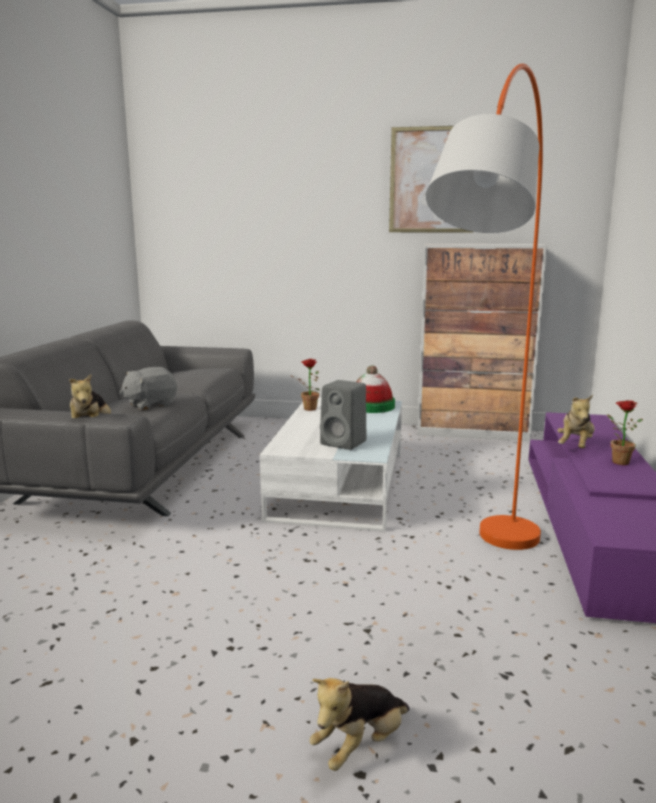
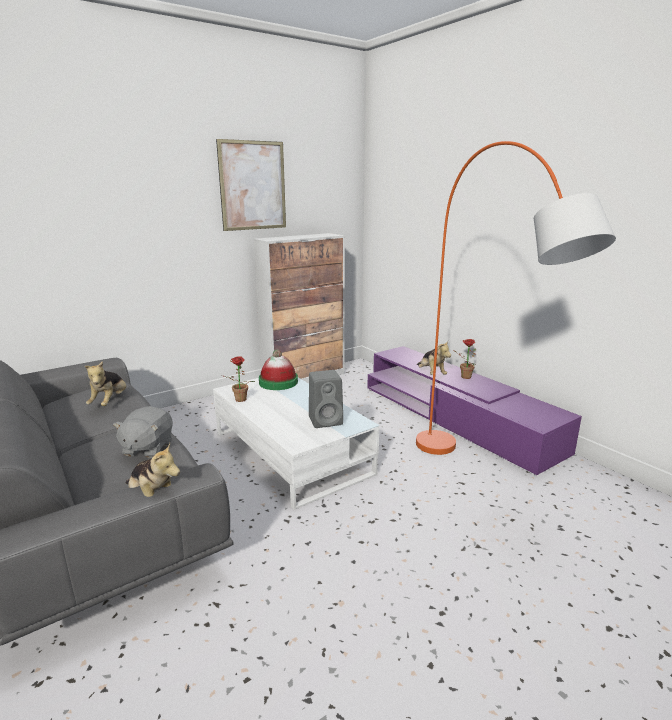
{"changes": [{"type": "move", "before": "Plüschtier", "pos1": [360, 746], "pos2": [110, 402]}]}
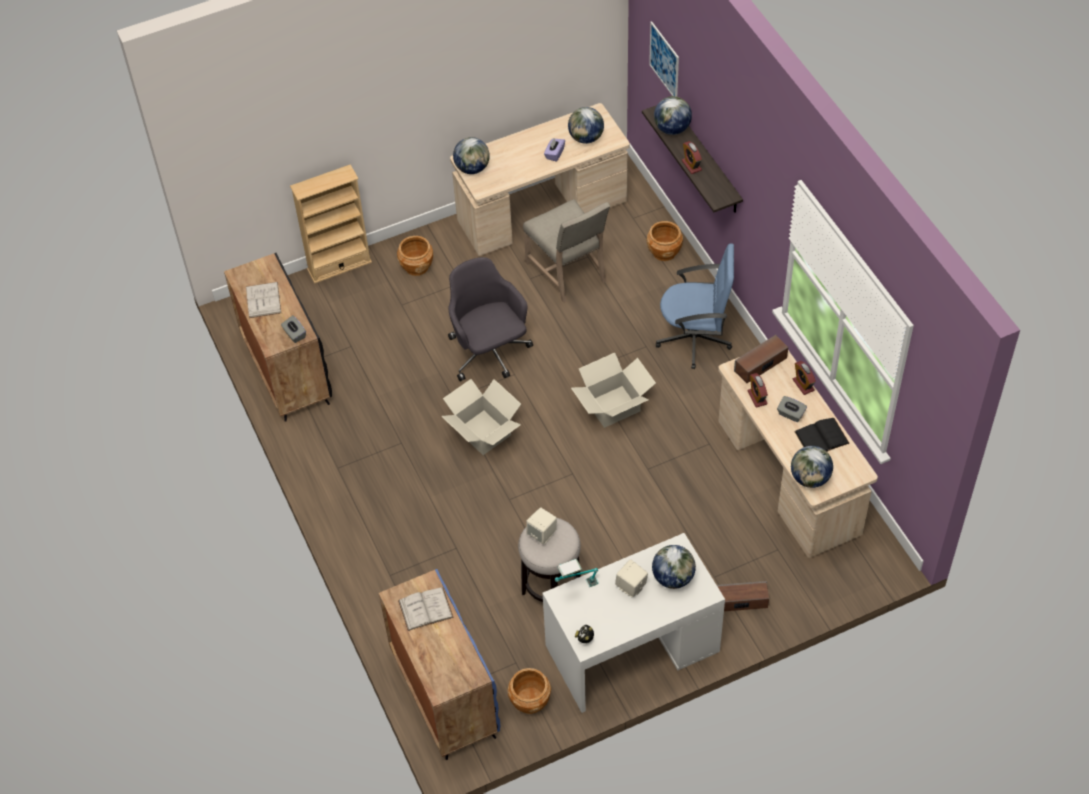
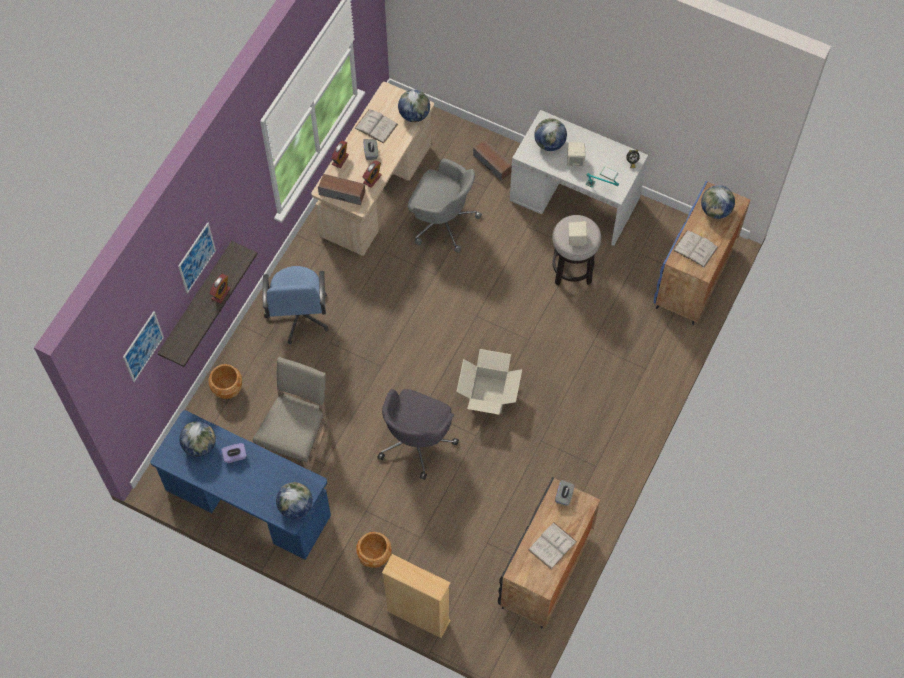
{"changes": [{"type": "delete", "before": "Pflanzkübel/braun", "pos1": [530, 701]}, {"type": "delete", "before": "Karton", "pos1": [613, 407]}, {"type": "insert", "after": "Bild", "pos2": [196, 257]}, {"type": "insert", "after": "Bürostuhl/grau", "pos2": [442, 221]}, {"type": "move", "before": "Globus", "pos1": [672, 129], "pos2": [715, 210]}, {"type": "recolor", "before": "Schreibtisch/beige", "after": "Schreibtisch/blau", "pos1": [542, 212], "pos2": [248, 504]}, {"type": "recolor", "before": "Buch/schwarz", "after": "Buch/weiß", "pos1": [821, 437], "pos2": [376, 126]}, {"type": "rotate", "before": "Bürostuhl/blau", "pos1": [695, 339], "pos2": [298, 316], "turn": -150}]}
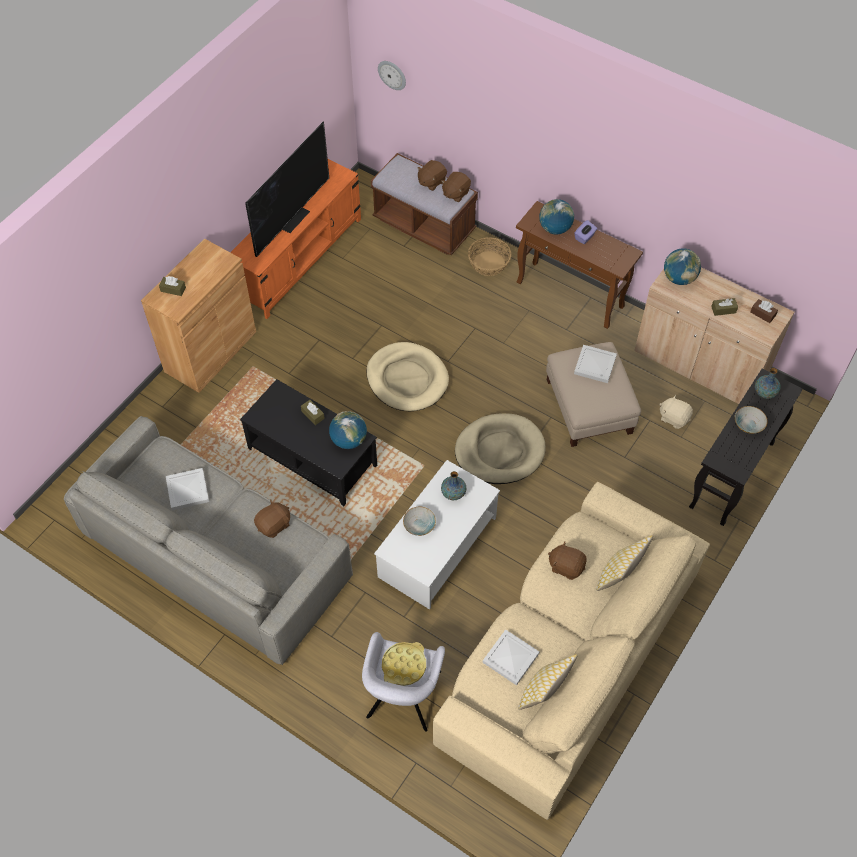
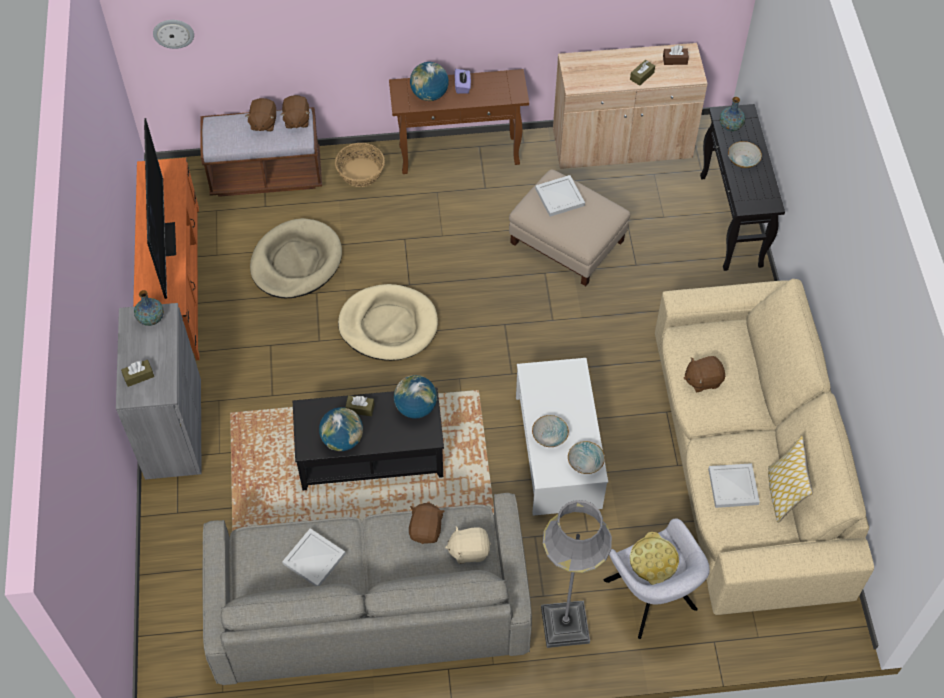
{"changes": [{"type": "delete", "before": "Kissen", "pos1": [619, 575]}, {"type": "insert", "after": "Stehlampe/grau", "pos2": [564, 625]}, {"type": "insert", "after": "Schüssel", "pos2": [586, 463]}, {"type": "move", "before": "Vase", "pos1": [453, 493], "pos2": [151, 318]}, {"type": "move", "before": "Hundebett/beige", "pos1": [499, 451], "pos2": [296, 262]}, {"type": "move", "before": "Plüschtier/beige", "pos1": [674, 418], "pos2": [469, 550]}, {"type": "move", "before": "Globus", "pos1": [679, 278], "pos2": [342, 440]}, {"type": "recolor", "before": "Schrank/braun", "after": "Schrank/grau", "pos1": [210, 351], "pos2": [173, 428]}]}
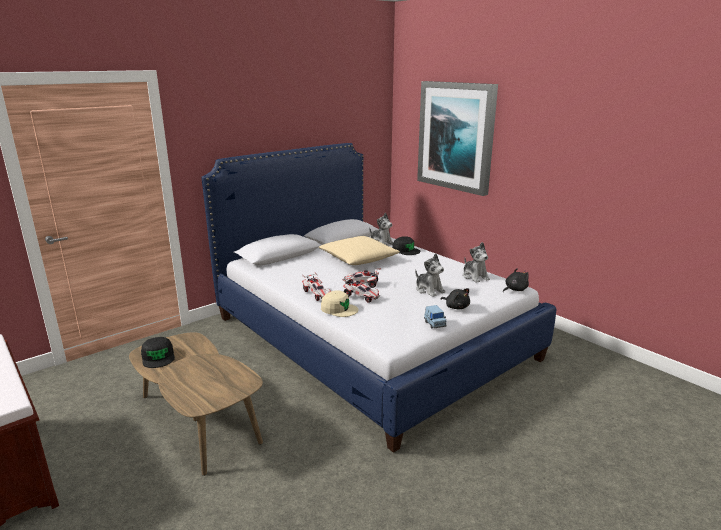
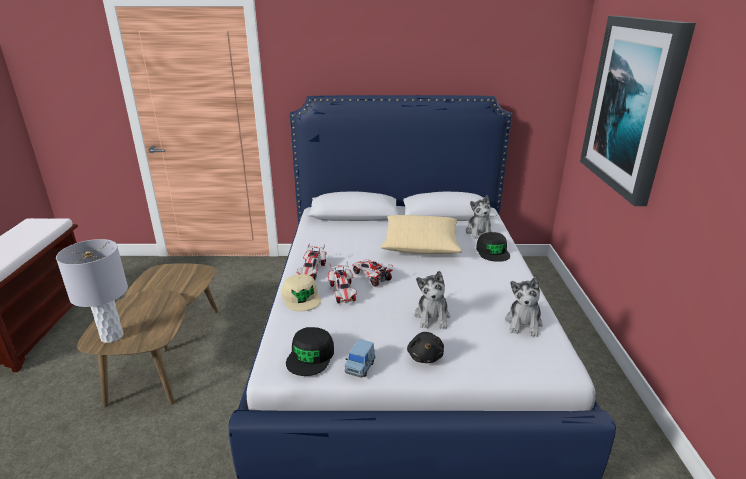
{"changes": [{"type": "delete", "before": "Plüschtier/schwarz", "pos1": [514, 289]}, {"type": "insert", "after": "Tischlampe/grau", "pos2": [111, 336]}, {"type": "move", "before": "Kappe/schwarz", "pos1": [158, 357], "pos2": [311, 356]}]}
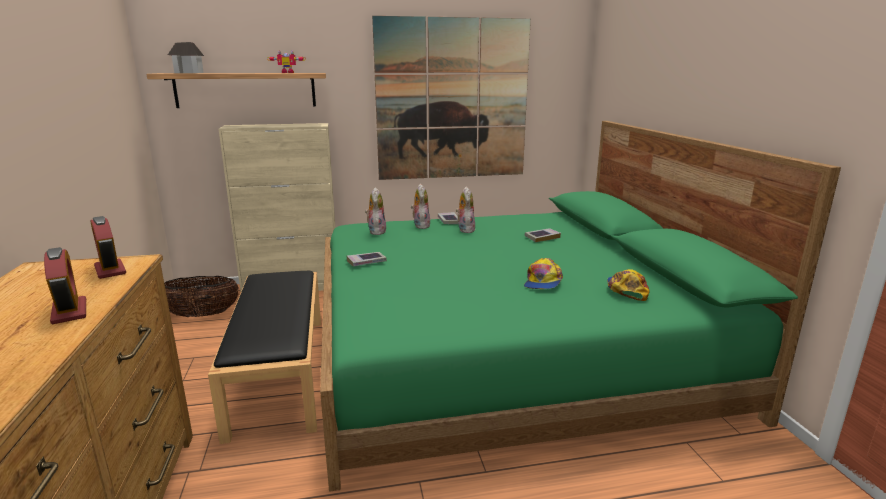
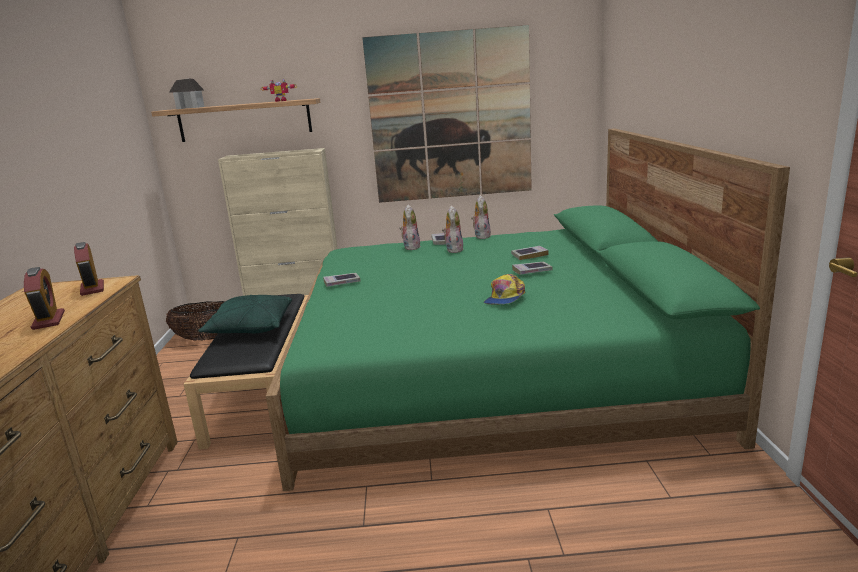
{"changes": [{"type": "delete", "before": "Kappe", "pos1": [626, 290]}, {"type": "insert", "after": "Kissen/grün", "pos2": [250, 328]}, {"type": "insert", "after": "Buch", "pos2": [532, 271]}, {"type": "move", "before": "Plüschtier", "pos1": [376, 231], "pos2": [481, 236]}]}
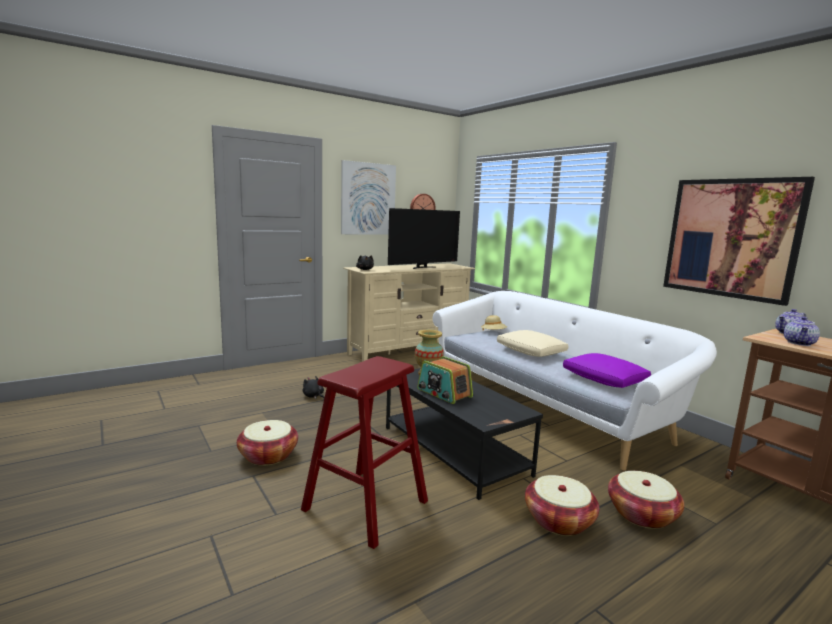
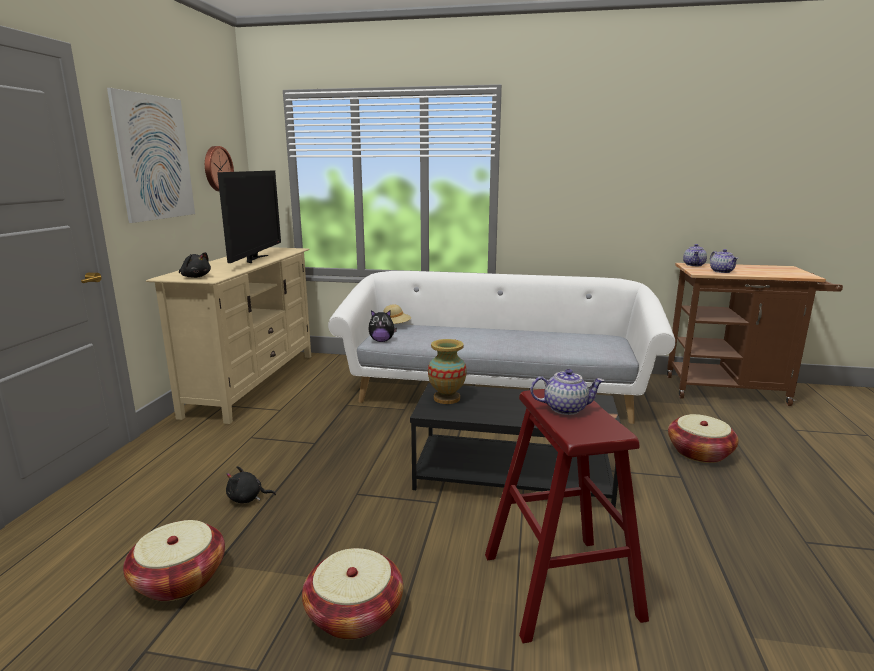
{"changes": [{"type": "delete", "before": "Radio", "pos1": [444, 393]}, {"type": "delete", "before": "Kissen/beige", "pos1": [531, 352]}, {"type": "delete", "before": "Kissen/lila", "pos1": [605, 380]}, {"type": "delete", "before": "Bild", "pos1": [731, 238]}, {"type": "insert", "after": "Plüschtier", "pos2": [382, 341]}, {"type": "insert", "after": "Teekanne", "pos2": [565, 408]}, {"type": "move", "before": "Korb", "pos1": [559, 521], "pos2": [180, 579]}]}
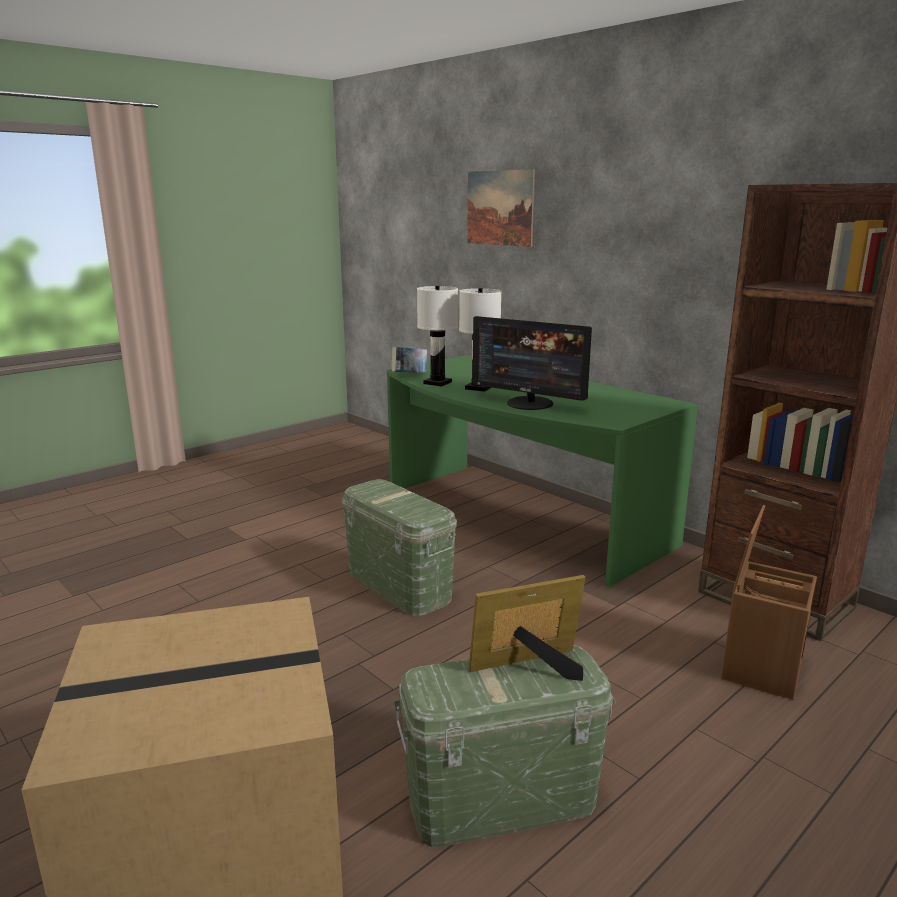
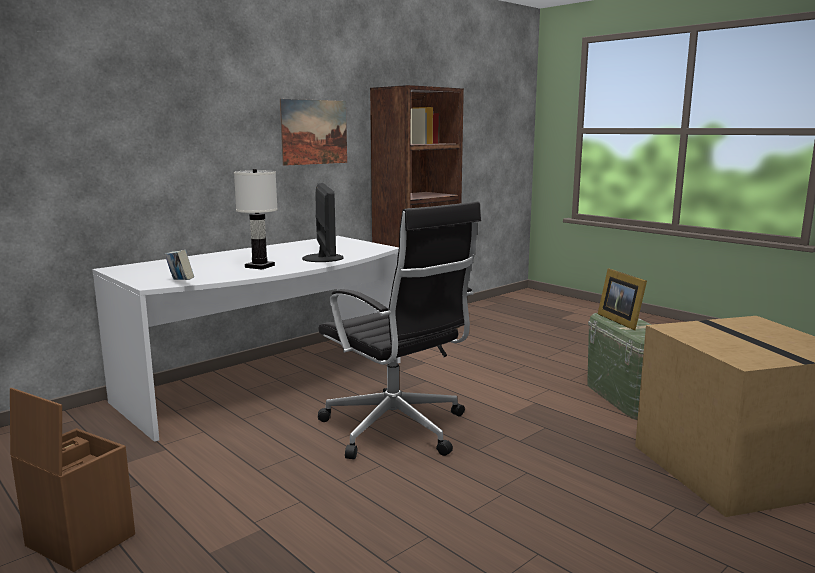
{"changes": [{"type": "delete", "before": "Tischlampe/weiß", "pos1": [438, 383]}, {"type": "move", "before": "Bild", "pos1": [500, 208], "pos2": [314, 132]}, {"type": "move", "before": "Aufbewahrungsbox/braun", "pos1": [760, 667], "pos2": [78, 540]}, {"type": "replace", "before": "Aufbewahrungsbox/grün", "after": "Bürostuhl/schwarz", "pos1": [398, 586], "pos2": [397, 430]}, {"type": "recolor", "before": "Schreibtisch/grün", "after": "Schreibtisch/weiß", "pos1": [517, 518], "pos2": [270, 383]}, {"type": "rotate", "before": "Monitor", "pos1": [529, 403], "pos2": [323, 258], "turn": -45}]}
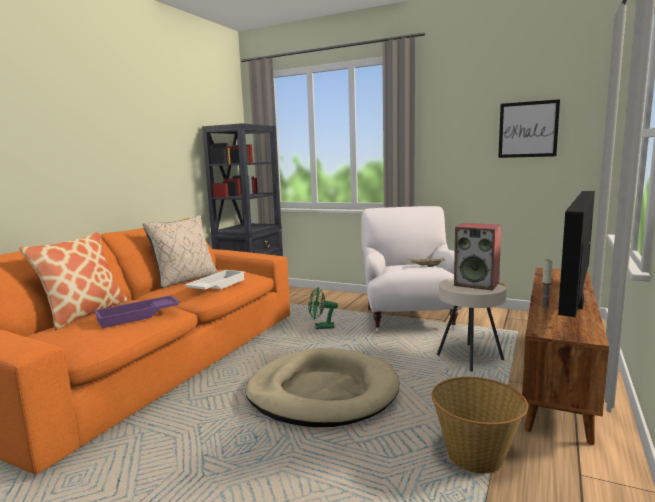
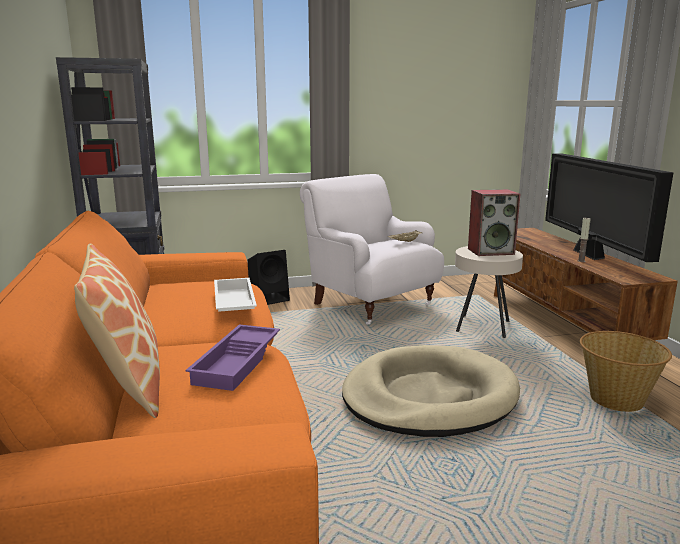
{"changes": [{"type": "delete", "before": "Kissen/beige", "pos1": [185, 280]}, {"type": "delete", "before": "Ventilator/grün", "pos1": [321, 327]}, {"type": "delete", "before": "Bild", "pos1": [528, 129]}, {"type": "insert", "after": "Lautsprecher/schwarz", "pos2": [270, 298]}]}
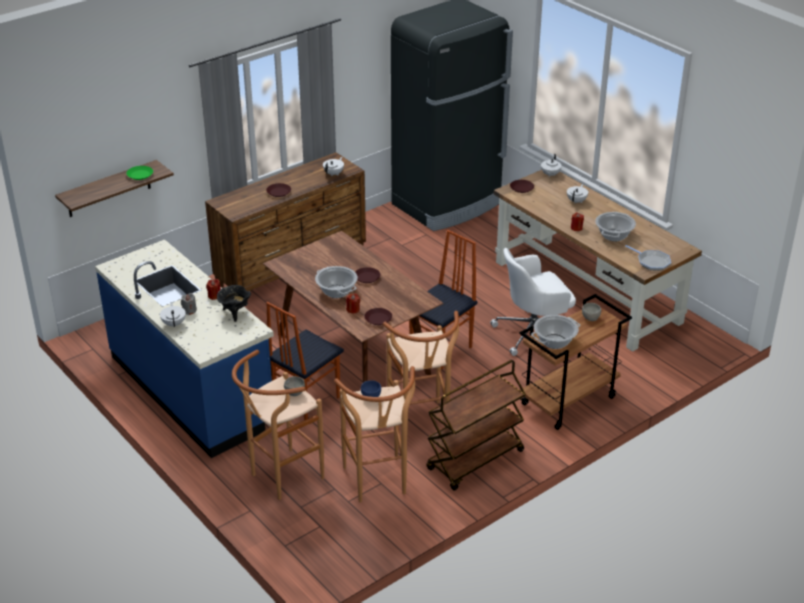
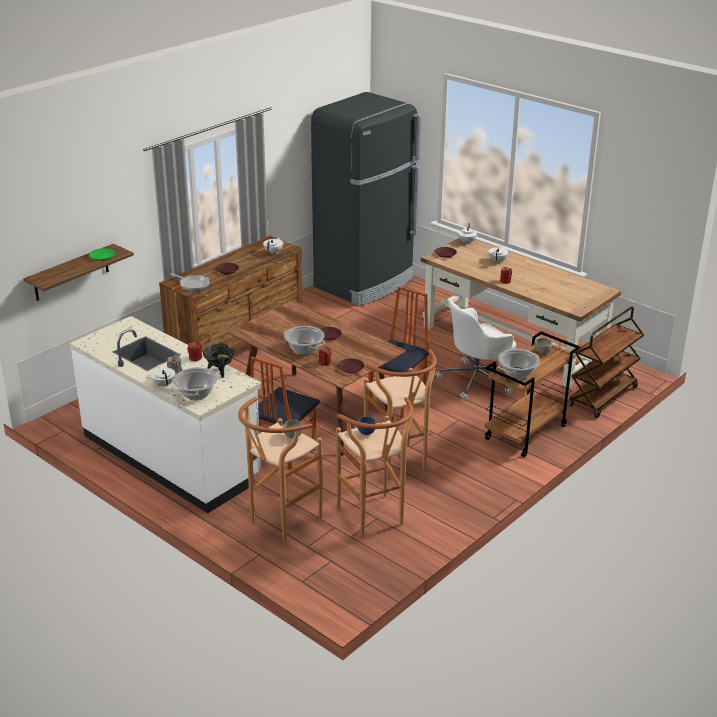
{"changes": [{"type": "move", "before": "Rollwagen/braun", "pos1": [475, 461], "pos2": [603, 397]}, {"type": "move", "before": "Kochtopf", "pos1": [614, 235], "pos2": [196, 394]}, {"type": "move", "before": "Pfanne", "pos1": [651, 262], "pos2": [193, 285]}, {"type": "recolor", "before": "Küchenzeile/blau", "after": "Küchenzeile/weiß", "pos1": [192, 390], "pos2": [171, 456]}]}
